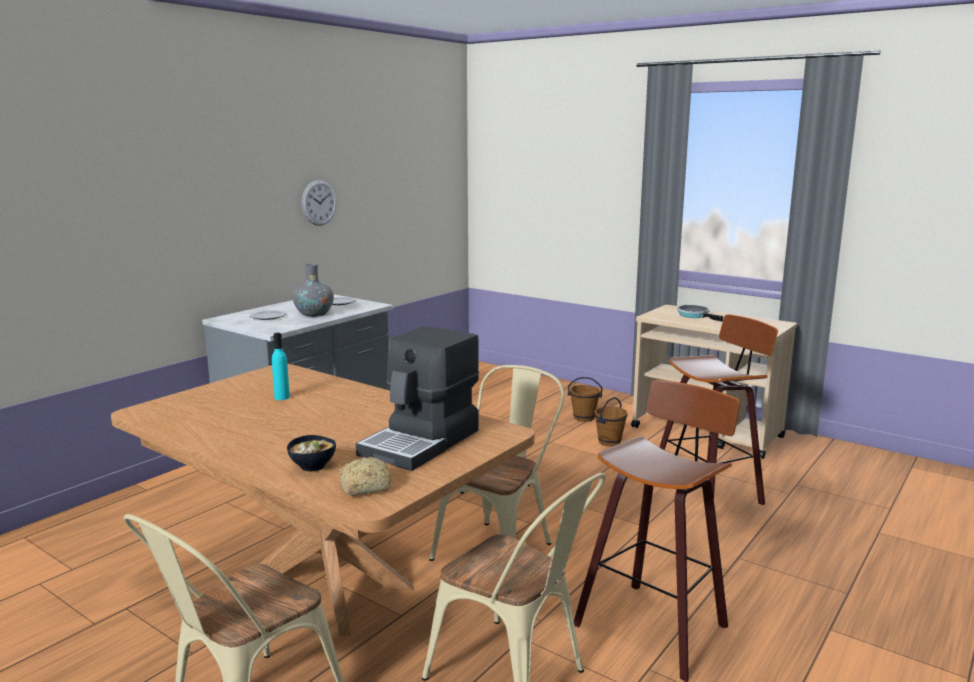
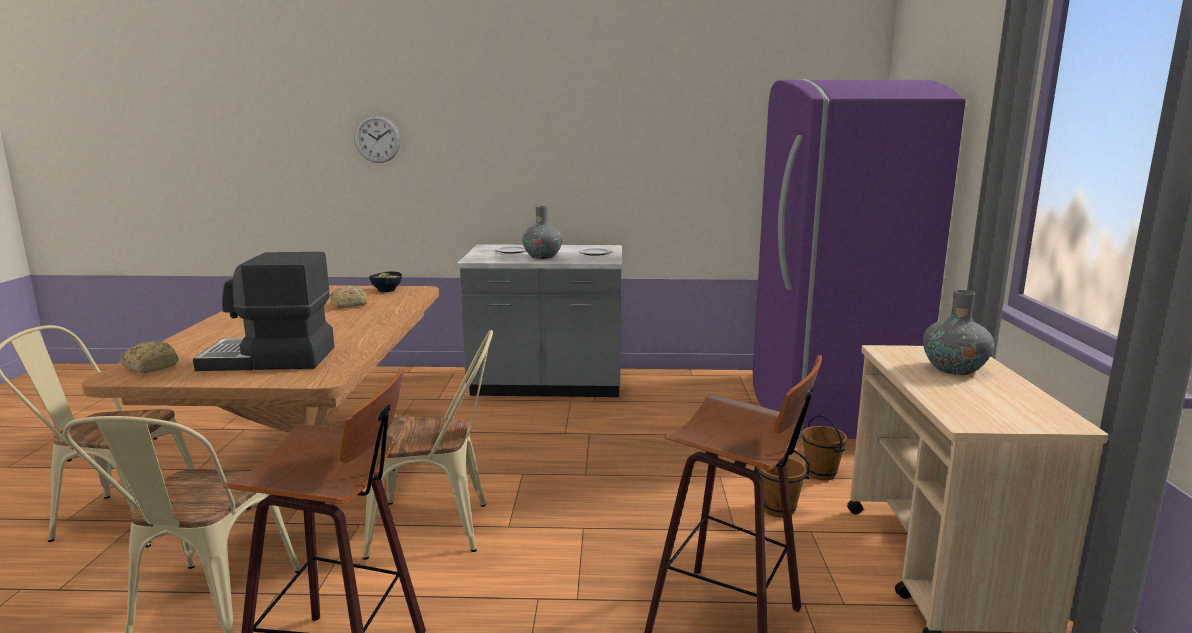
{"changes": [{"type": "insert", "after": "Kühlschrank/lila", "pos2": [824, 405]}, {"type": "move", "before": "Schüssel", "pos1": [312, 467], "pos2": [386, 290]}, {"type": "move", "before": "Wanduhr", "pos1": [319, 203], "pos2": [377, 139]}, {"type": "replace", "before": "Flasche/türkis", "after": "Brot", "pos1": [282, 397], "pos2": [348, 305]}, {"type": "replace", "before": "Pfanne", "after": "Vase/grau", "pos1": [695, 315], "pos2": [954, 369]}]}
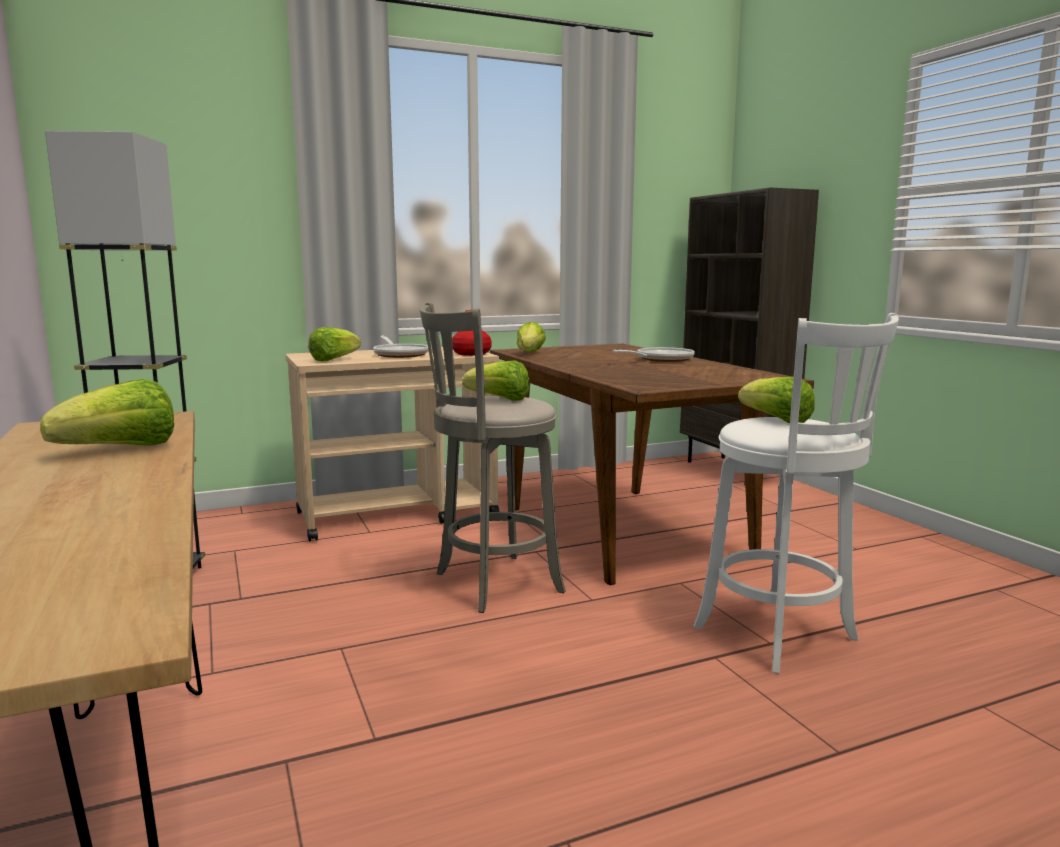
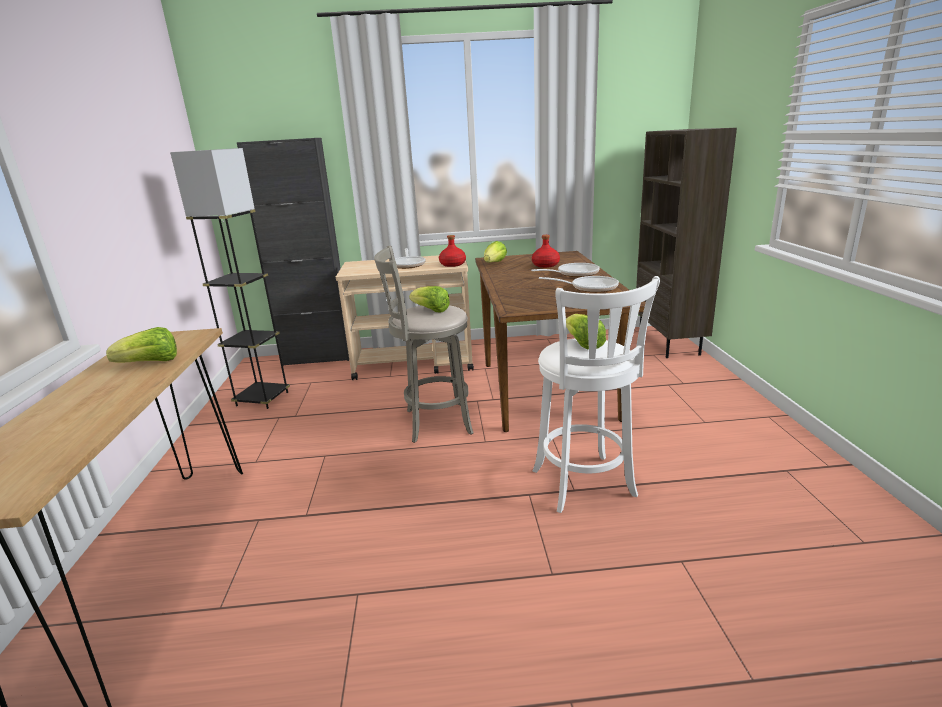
{"changes": [{"type": "delete", "before": "Salatkopf", "pos1": [334, 360]}, {"type": "insert", "after": "Schrank/schwarz", "pos2": [318, 358]}, {"type": "insert", "after": "Flasche/rot", "pos2": [546, 265]}, {"type": "insert", "after": "Pfanne", "pos2": [590, 288]}]}
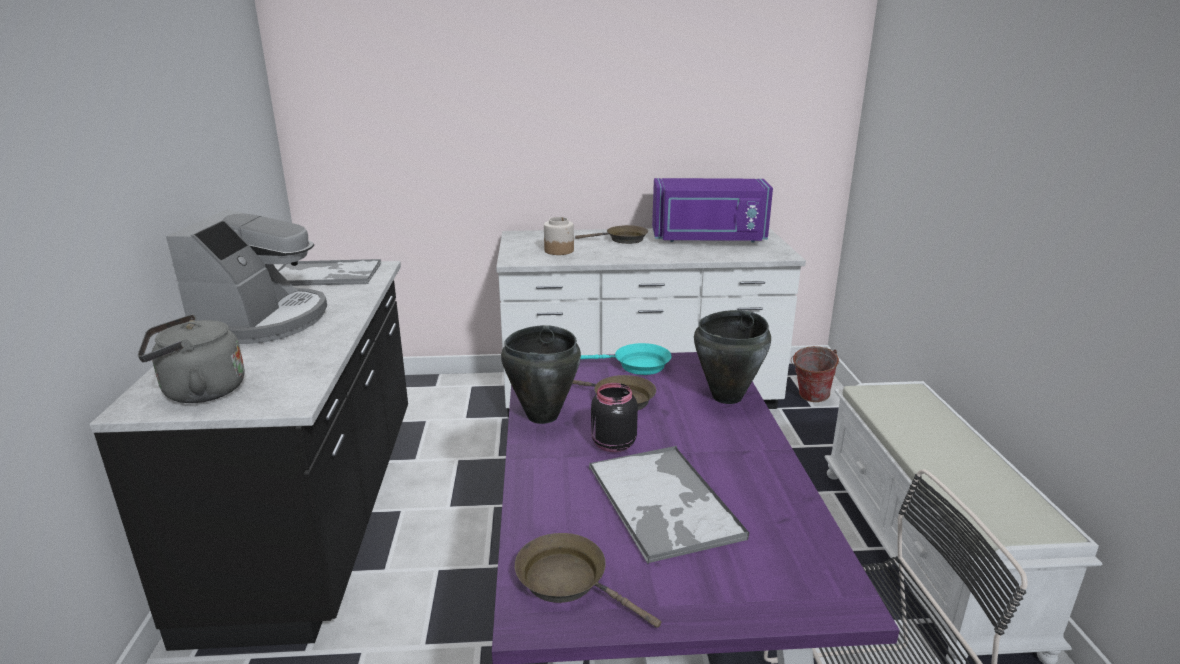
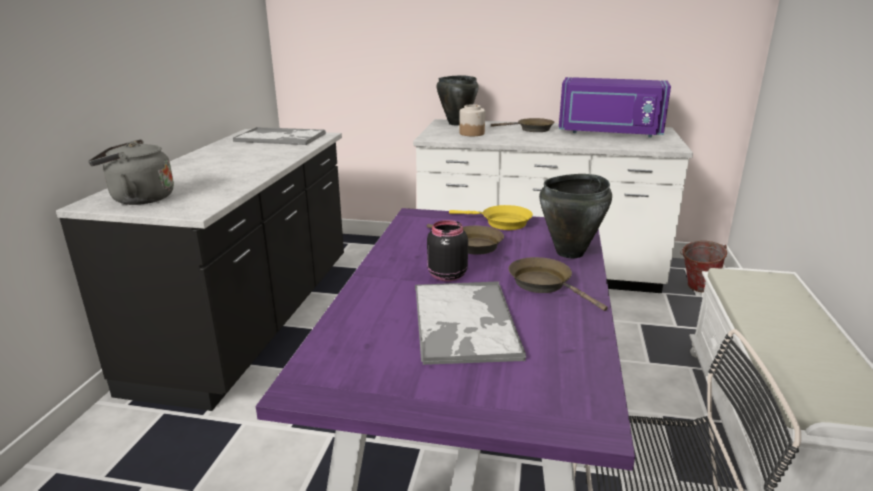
{"changes": [{"type": "delete", "before": "Kaffeemaschine", "pos1": [262, 321]}, {"type": "move", "before": "Kochtopf/schwarz", "pos1": [542, 416], "pos2": [456, 123]}, {"type": "move", "before": "Pfanne/braun", "pos1": [568, 581], "pos2": [544, 284]}, {"type": "recolor", "before": "Pfanne/türkis", "after": "Pfanne/gelb", "pos1": [637, 365], "pos2": [502, 222]}]}
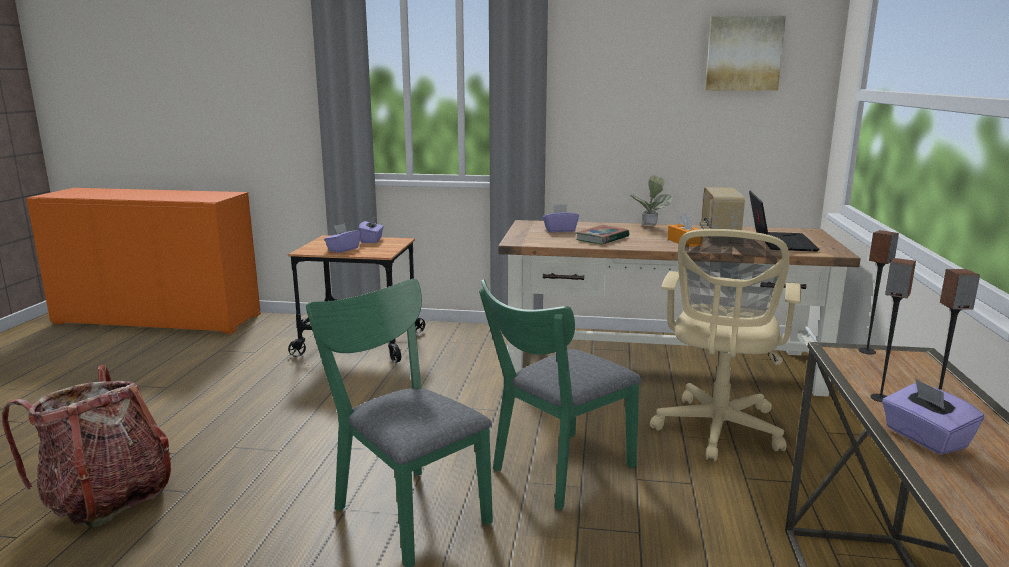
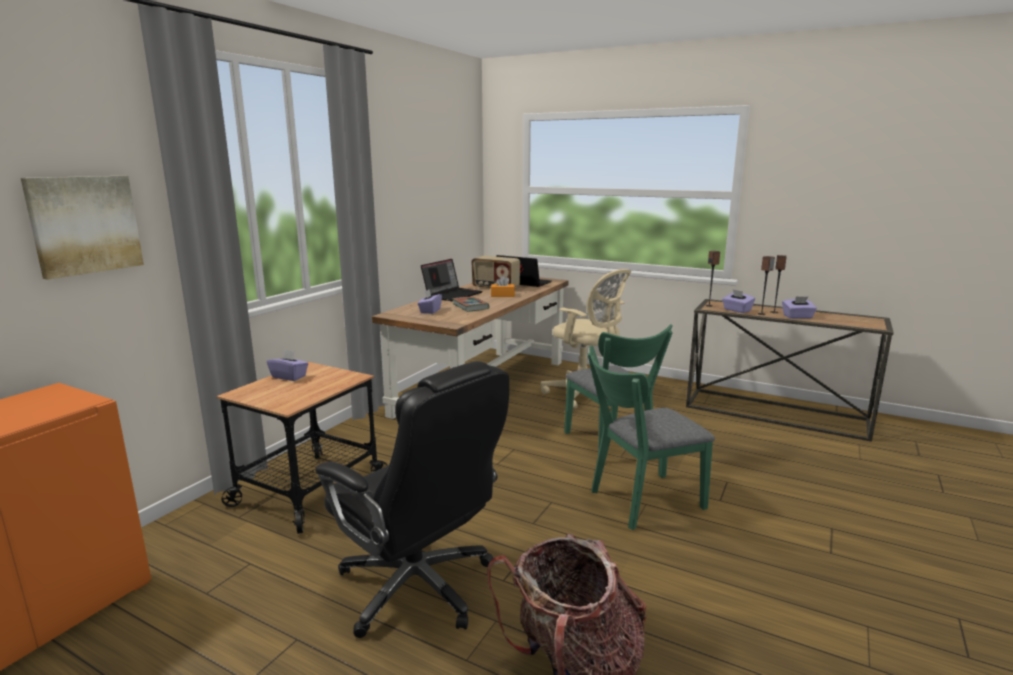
{"changes": [{"type": "insert", "after": "Bürostuhl/schwarz", "pos2": [418, 587]}, {"type": "move", "before": "Taschentuchbox/lila", "pos1": [343, 249], "pos2": [737, 310]}, {"type": "move", "before": "Bild", "pos1": [743, 53], "pos2": [84, 224]}, {"type": "replace", "before": "Topfpflanze", "after": "Laptop", "pos1": [649, 227], "pos2": [452, 294]}]}
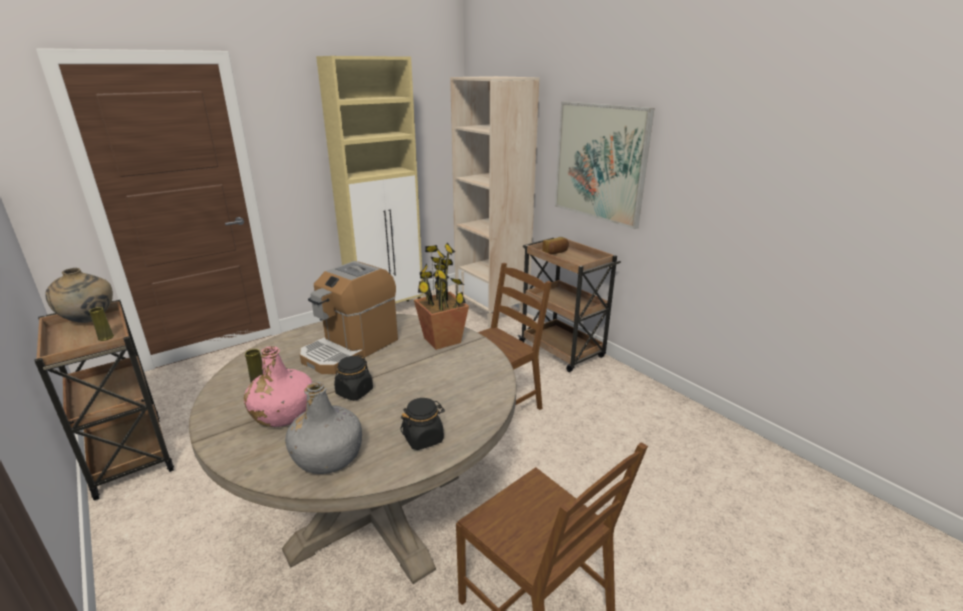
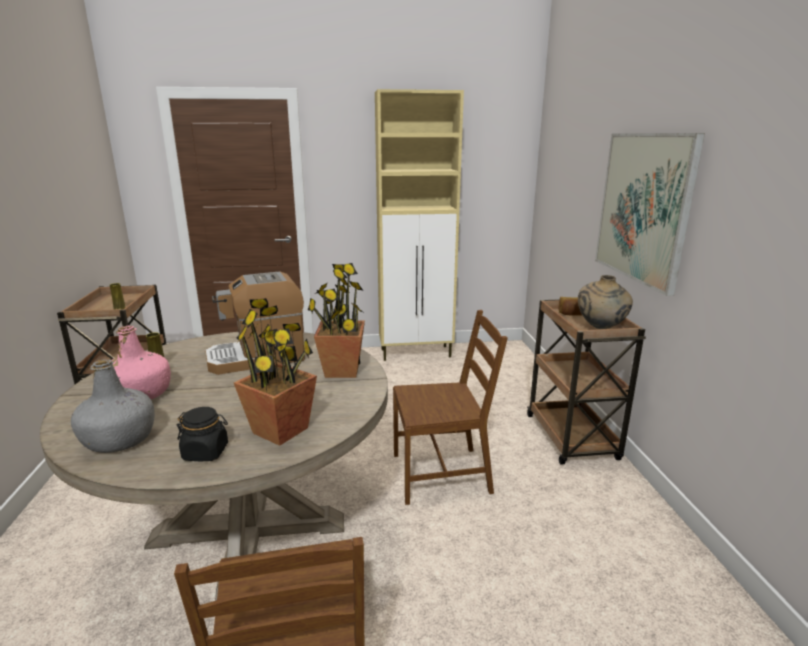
{"changes": [{"type": "delete", "before": "Vorratsglas/schwarz", "pos1": [354, 392]}, {"type": "delete", "before": "Bücherregal/beige", "pos1": [492, 312]}, {"type": "insert", "after": "Topfpflanze", "pos2": [281, 430]}, {"type": "move", "before": "Vase/beige", "pos1": [90, 321], "pos2": [601, 328]}]}
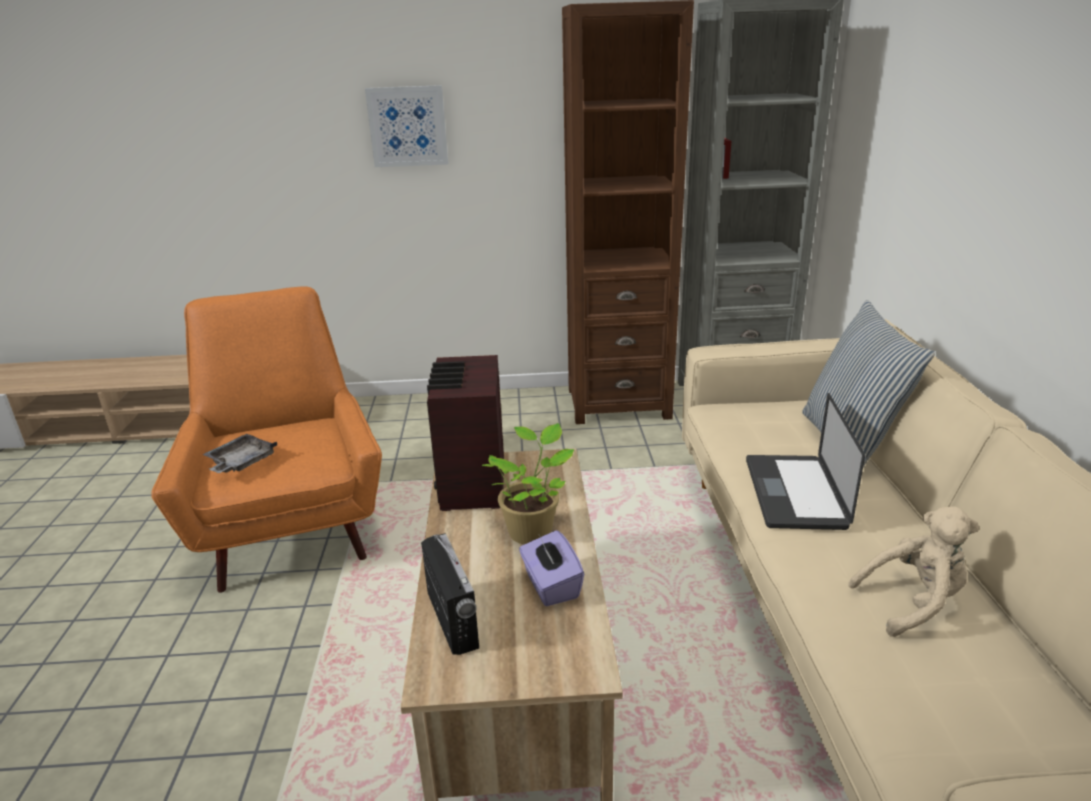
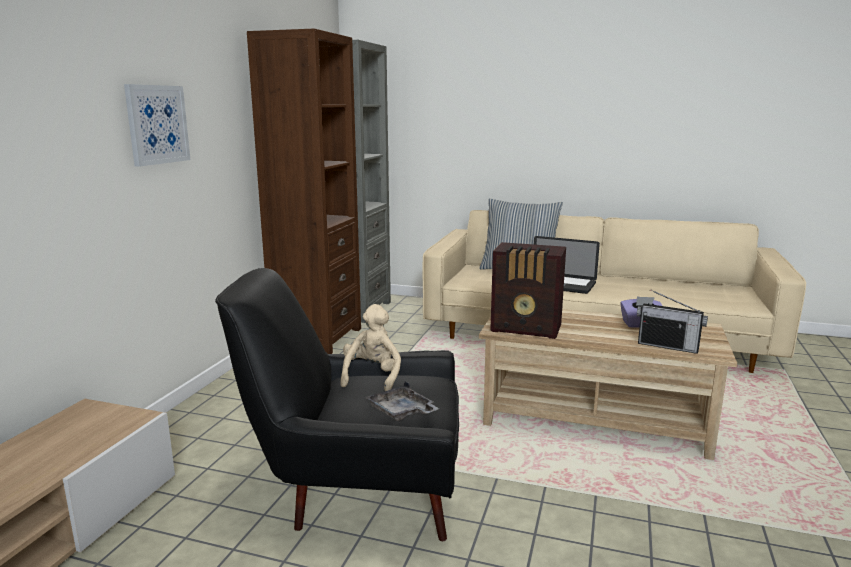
{"changes": [{"type": "delete", "before": "Topfpflanze", "pos1": [532, 530]}, {"type": "move", "before": "Plüschtier/beige", "pos1": [912, 603], "pos2": [372, 377]}, {"type": "recolor", "before": "Sessel/orange", "after": "Sessel/schwarz", "pos1": [292, 524], "pos2": [358, 493]}, {"type": "rotate", "before": "Radio", "pos1": [452, 619], "pos2": [668, 346], "turn": -150}]}
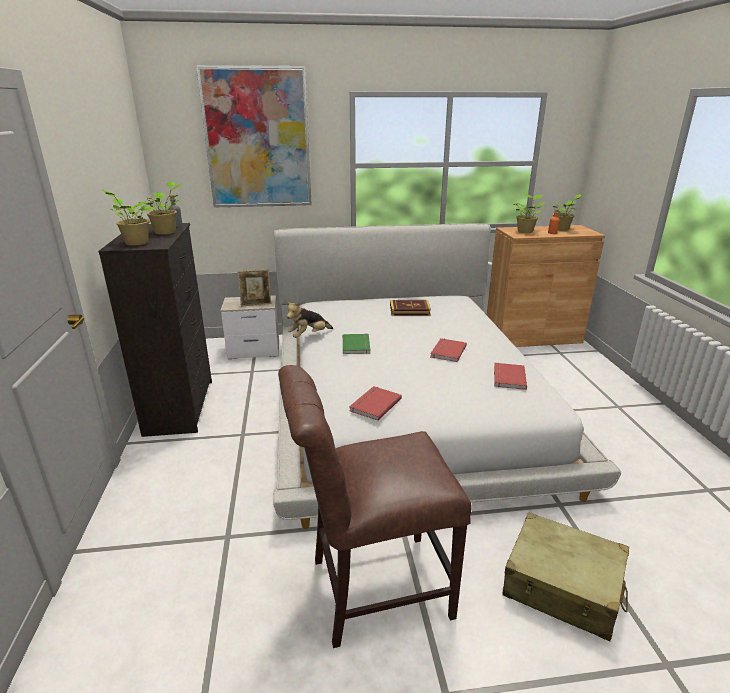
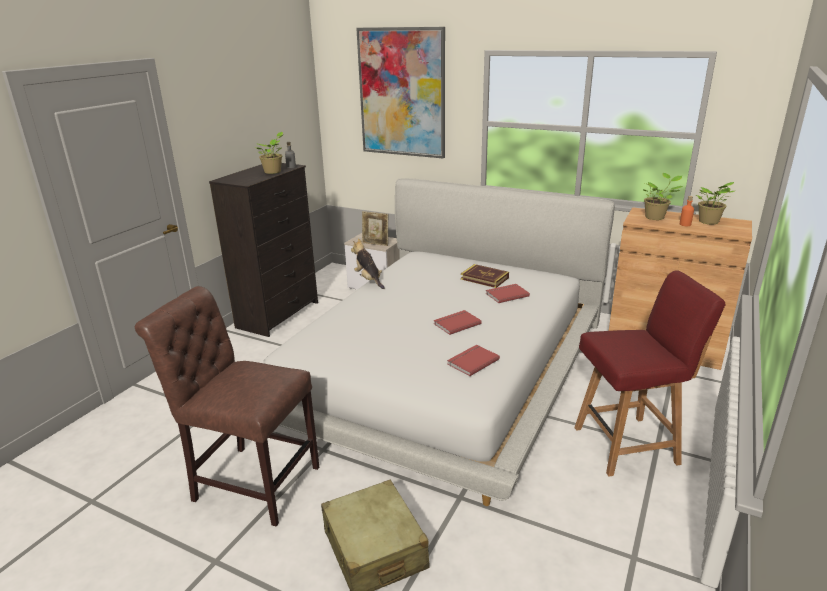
{"changes": [{"type": "delete", "before": "Topfpflanze", "pos1": [135, 243]}, {"type": "delete", "before": "Buch/grün", "pos1": [357, 345]}, {"type": "insert", "after": "Stuhl/rot", "pos2": [628, 445]}, {"type": "move", "before": "Buch/rot", "pos1": [374, 404], "pos2": [506, 294]}, {"type": "rotate", "before": "Plüschtier", "pos1": [309, 336], "pos2": [368, 280], "turn": 60}]}
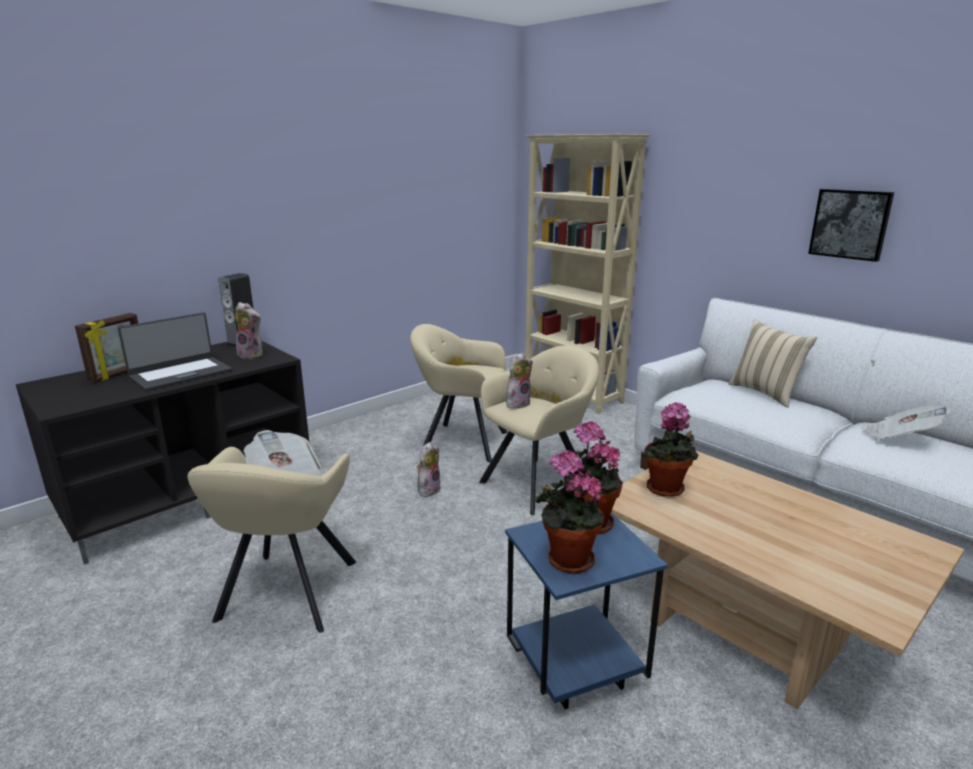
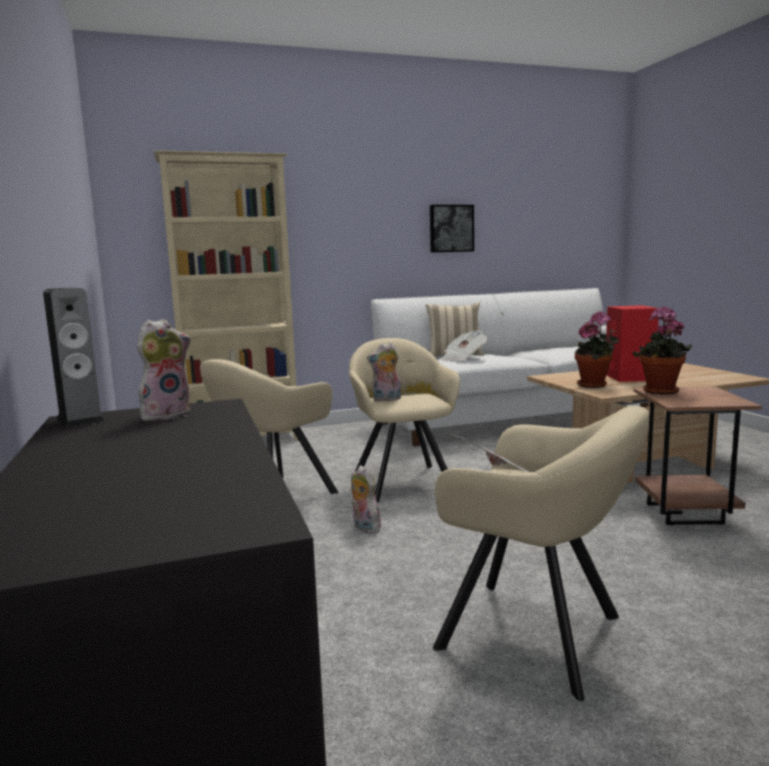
{"changes": [{"type": "delete", "before": "Bilderrahmen", "pos1": [119, 374]}, {"type": "delete", "before": "Laptop", "pos1": [180, 374]}, {"type": "delete", "before": "Topfpflanze", "pos1": [566, 560]}, {"type": "insert", "after": "Lautsprecher/rot", "pos2": [629, 377]}, {"type": "move", "before": "Zeitung", "pos1": [899, 438], "pos2": [462, 359]}, {"type": "recolor", "before": "Beistelltisch/blau", "after": "Beistelltisch/braun", "pos1": [574, 672], "pos2": [683, 514]}, {"type": "rotate", "before": "Plüschtier", "pos1": [517, 403], "pos2": [386, 399], "turn": -90}]}
